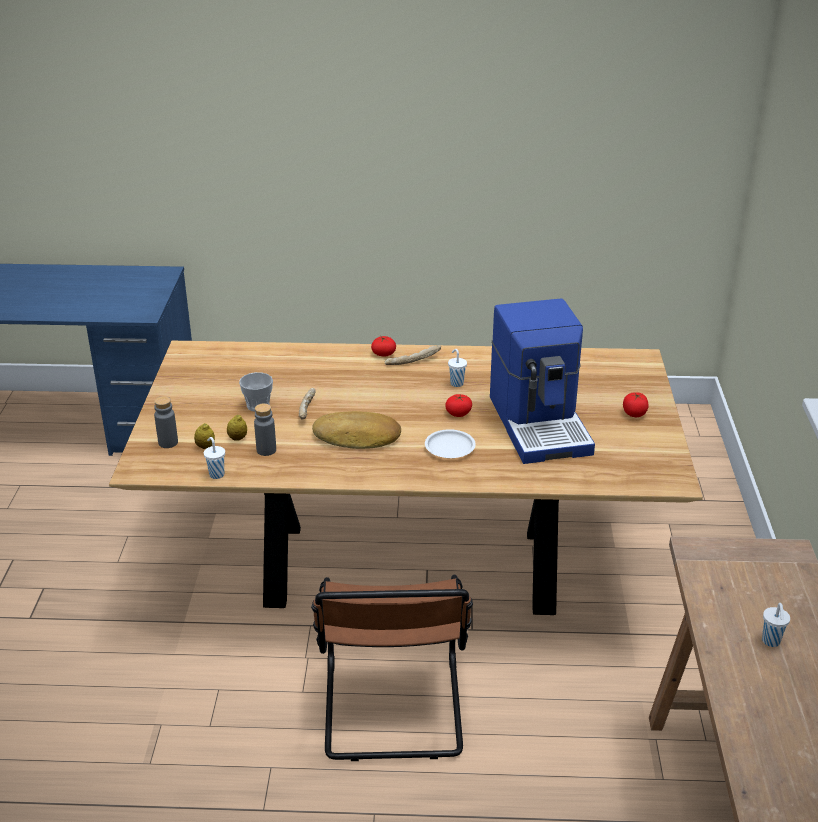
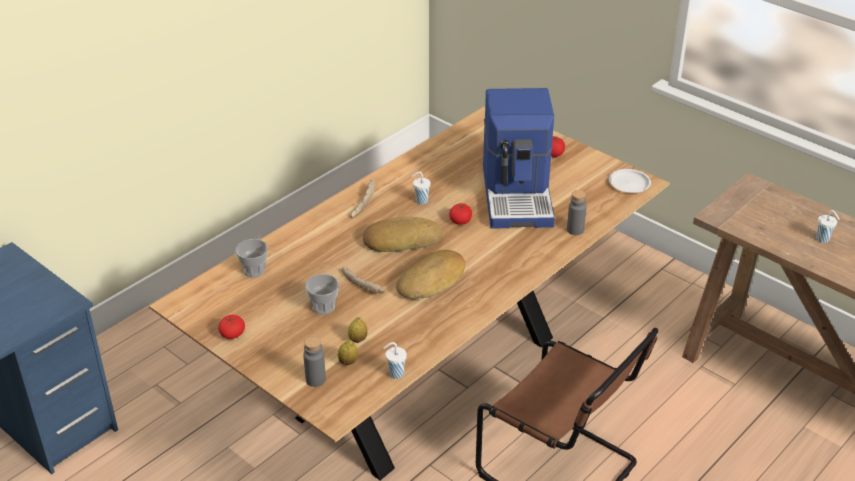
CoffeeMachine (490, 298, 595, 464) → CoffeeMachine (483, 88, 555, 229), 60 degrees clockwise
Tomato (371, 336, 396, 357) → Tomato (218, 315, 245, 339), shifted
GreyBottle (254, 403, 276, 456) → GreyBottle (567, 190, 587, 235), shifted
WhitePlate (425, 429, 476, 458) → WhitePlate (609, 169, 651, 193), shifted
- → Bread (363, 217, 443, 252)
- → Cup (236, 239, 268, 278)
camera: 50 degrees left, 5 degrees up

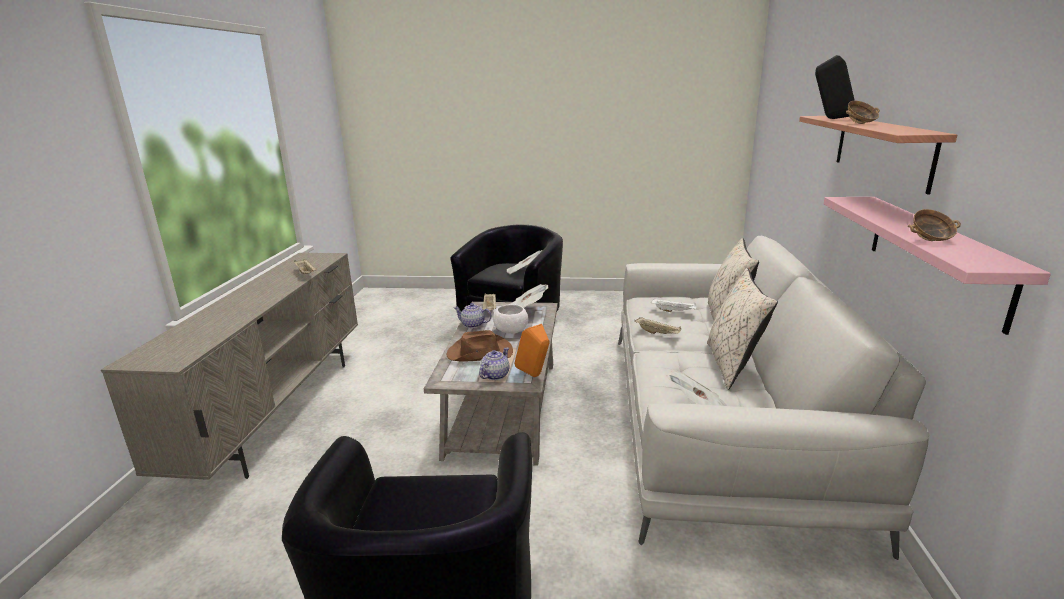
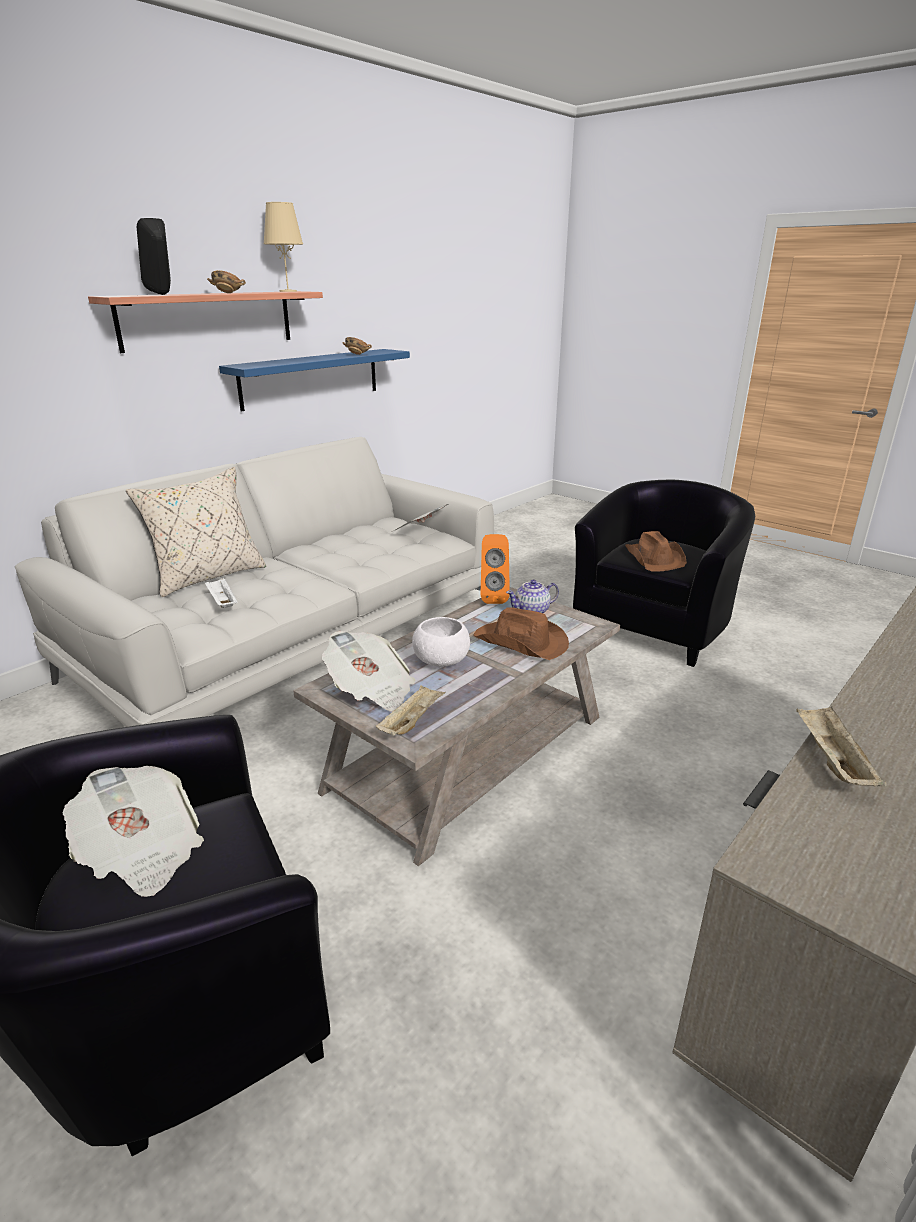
PinkShelf (824, 197, 1051, 335) → BlueShelf (219, 349, 410, 412)
BeigePillow (707, 268, 778, 390) → -
Teapot (454, 303, 492, 328) → -
BeigeTray (634, 317, 681, 334) → -
- → BeigeTableLamp (263, 202, 303, 292)
- → BrownHat (625, 531, 687, 572)
camera: 145 degrees left, 5 degrees up

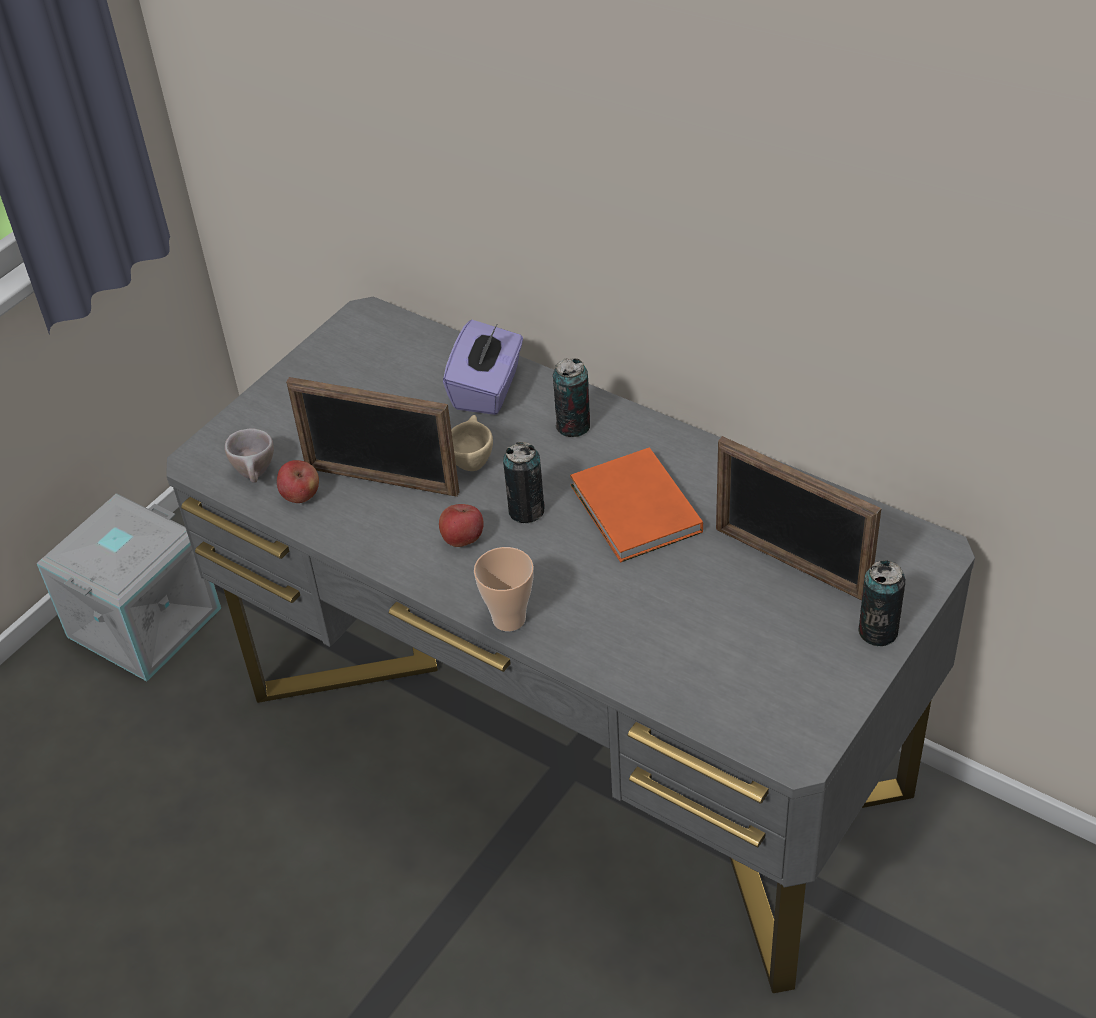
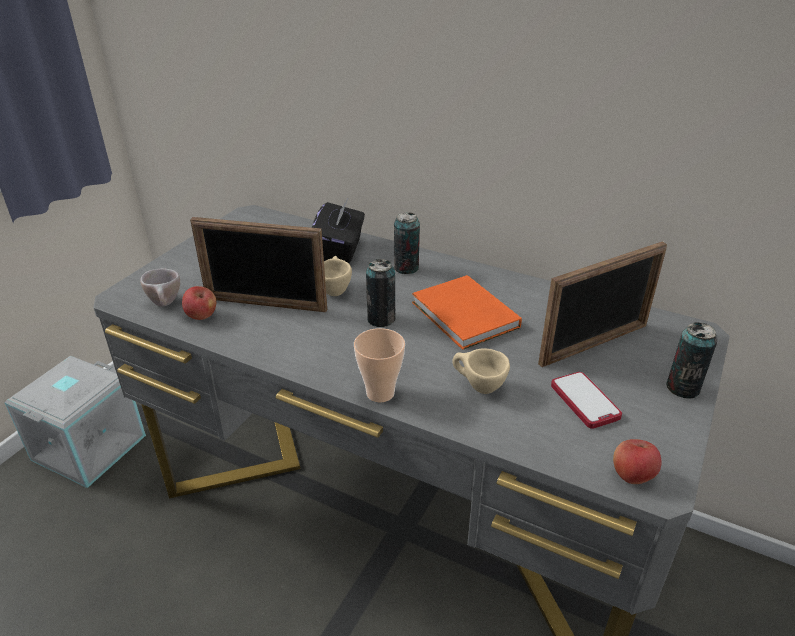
PurpleTissueBox (443, 320, 523, 415) → BlackTissueBox (312, 197, 365, 263)
PictureFrame (716, 436, 881, 600) → PictureFrame (538, 241, 667, 367), 60 degrees counterclockwise
Apple (439, 504, 484, 547) → Apple (613, 439, 662, 484), shifted
- → BeigeCup (452, 348, 510, 394)
- → Phone (551, 372, 622, 429)
camera: 10 degrees left, 10 degrees down

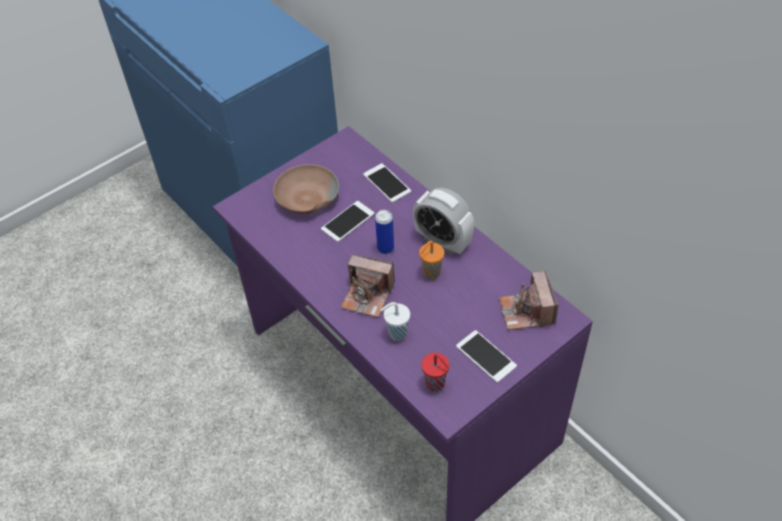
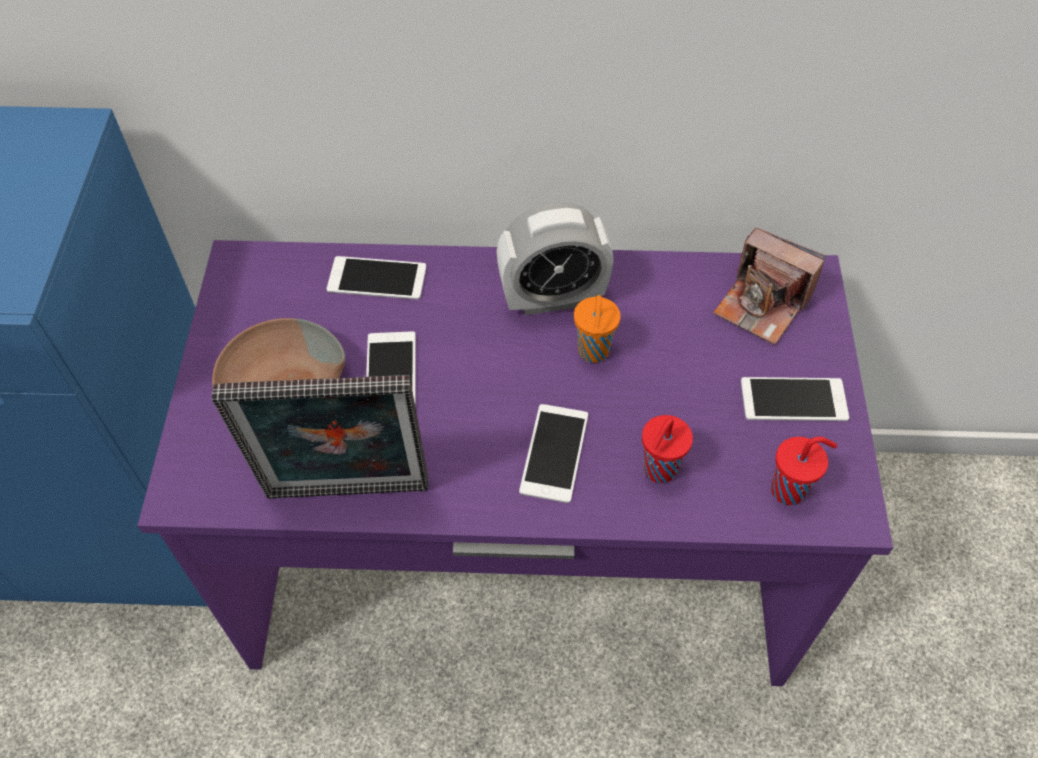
Can (375, 210, 394, 254) → -
PhotoCamera (341, 255, 395, 318) → Phone (519, 404, 588, 503)
WhiteCup (381, 302, 410, 341) → RedCup (642, 415, 693, 483)
- → PictureFrame (212, 375, 429, 499)
camera: 50 degrees left, 5 degrees up

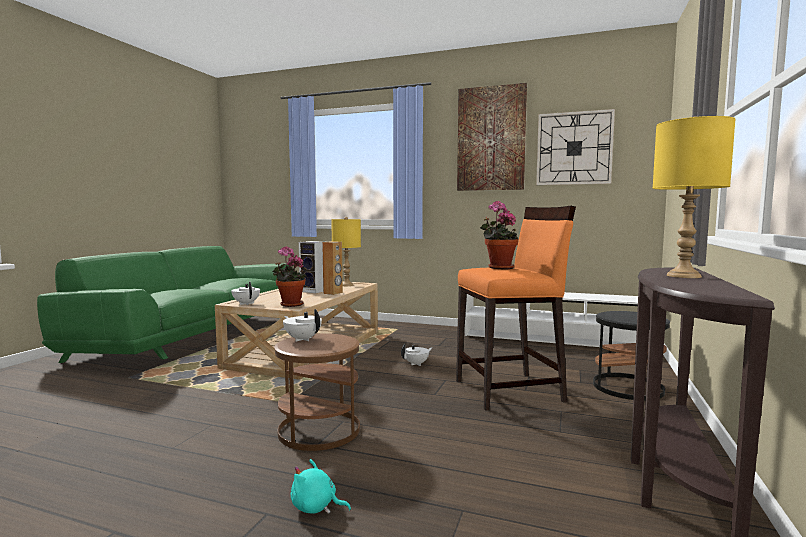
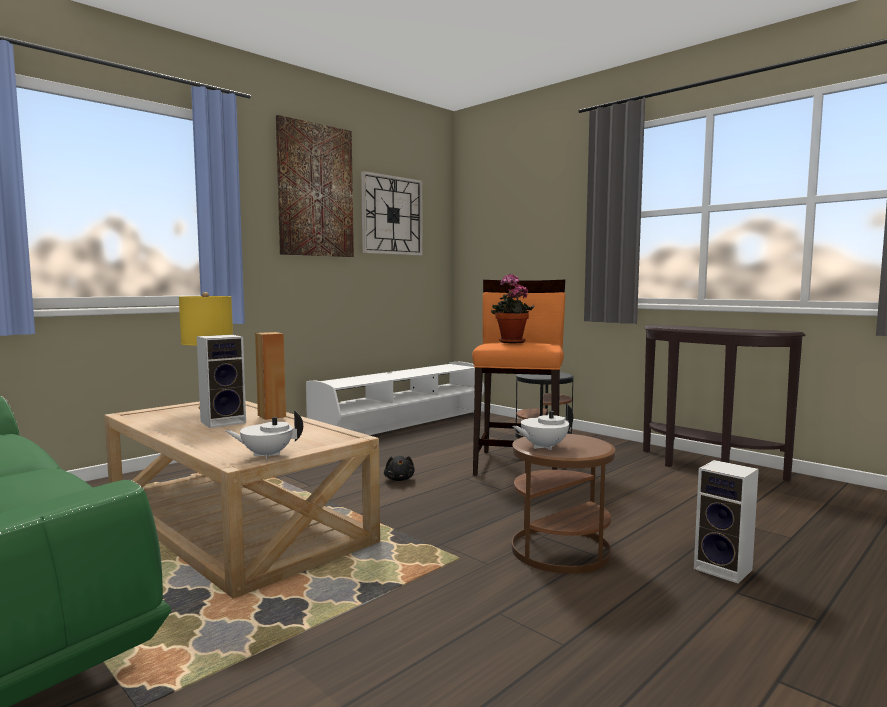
YellowTableLamp (652, 116, 736, 278) → -
PottedPlant (272, 246, 307, 307) → -
WhiteTeapot (401, 344, 433, 366) → BlackPlushToy (384, 456, 415, 481)
TurquoisePlushToy (291, 459, 351, 514) → Speaker (694, 460, 759, 584)
camera: 65 degrees left, 0 degrees up

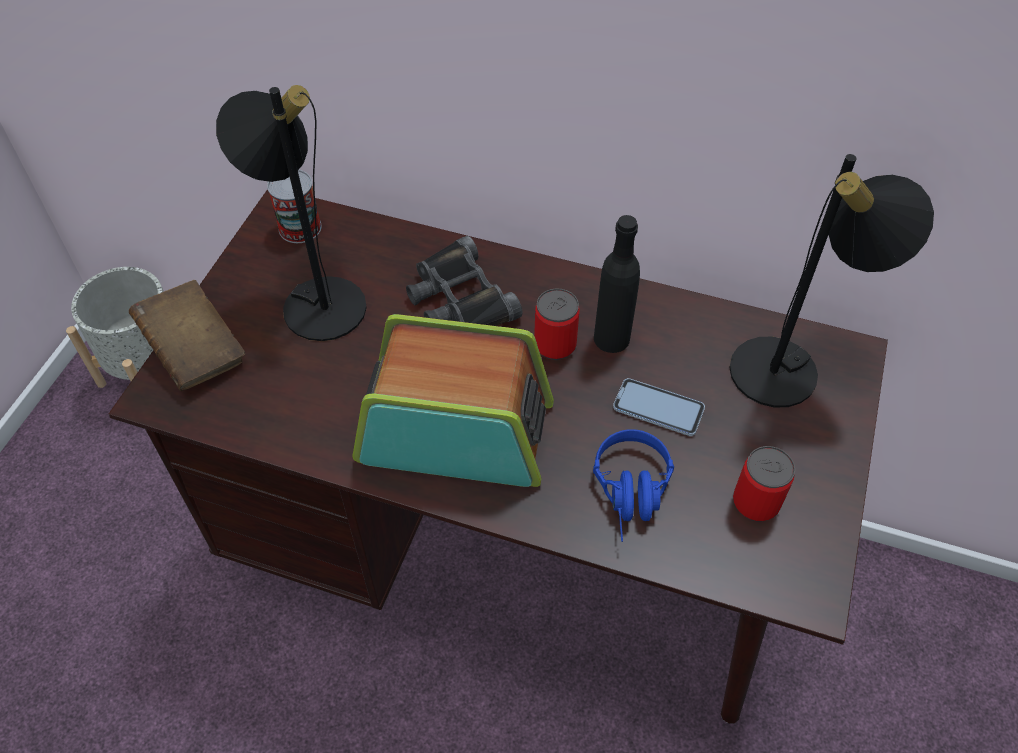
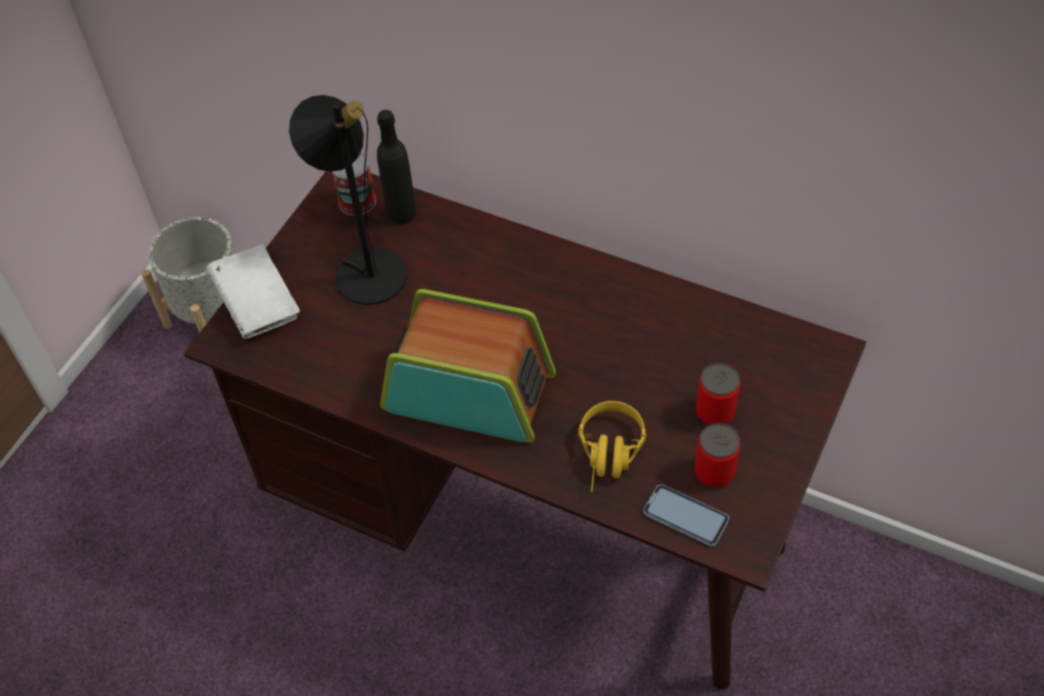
BlackTableLamp (729, 154, 934, 407) → -
BlackBottle (594, 215, 640, 353) → BlackBottle (377, 110, 416, 224), shifted
BlackBinoculars (406, 236, 523, 326) → -
BrownBook (129, 280, 246, 391) → WhiteBook (206, 245, 300, 339)
Can (534, 288, 580, 360) → Can (696, 363, 740, 425), shifted
Phone (613, 378, 705, 436) → Phone (643, 484, 729, 546), shifted
BlueHeadphones (593, 429, 674, 542) → YellowHeadphones (578, 401, 646, 492)
camera: 10 degrees right, 0 degrees up

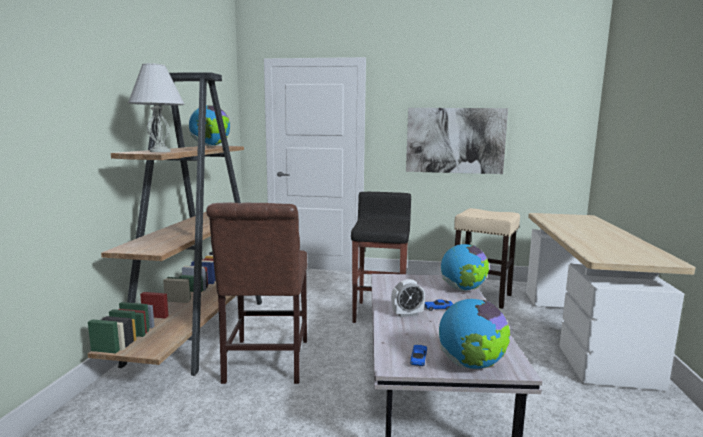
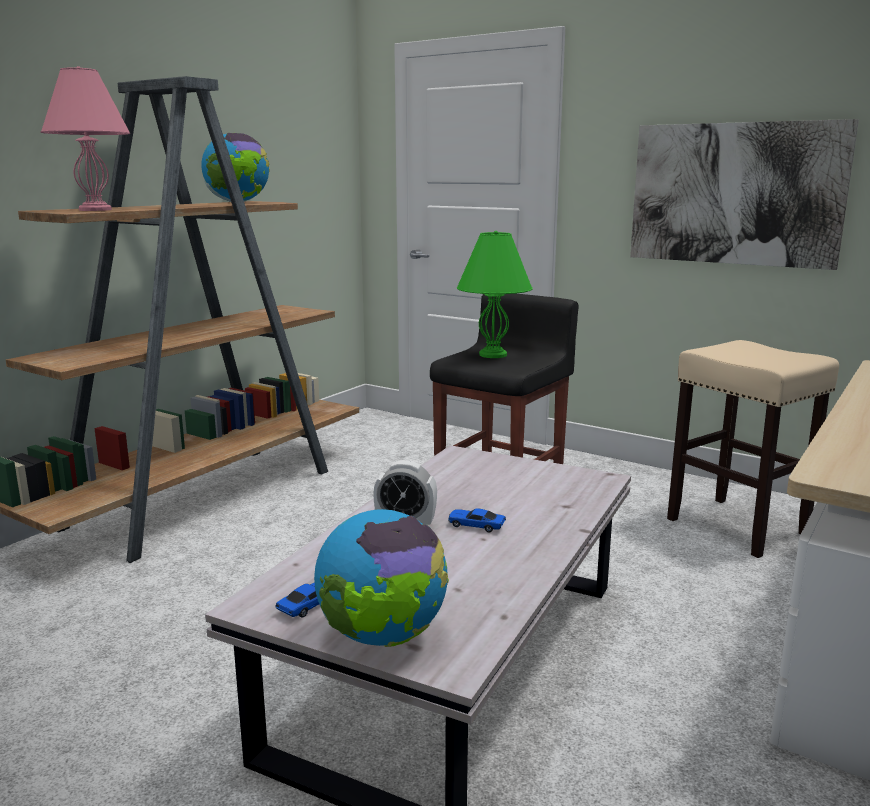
WhiteTableLamp (128, 63, 185, 152) → PinkTableLamp (40, 66, 130, 211)
BrownChair (206, 202, 307, 384) → -
Globe (441, 244, 489, 291) → -
- → GreenTableLamp (457, 231, 533, 358)
camera: 25 degrees right, 5 degrees up

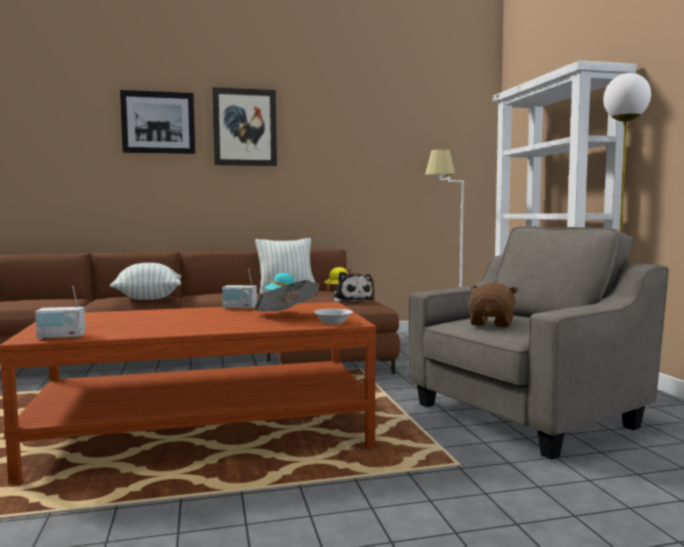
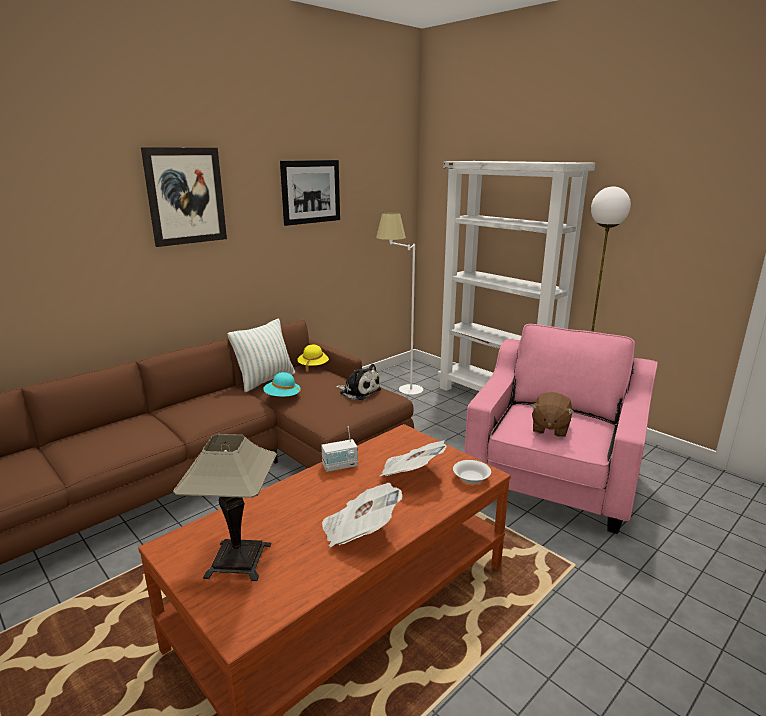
Picture (120, 90, 195, 154) → Picture (280, 160, 340, 226), shifted
GreyArmchair (409, 226, 669, 460) → PinkArmchair (464, 324, 658, 534)
Pillow (110, 263, 181, 300) → -
BrownPlushToy (468, 282, 519, 327) → BrownPlushToy (531, 392, 574, 437), 150 degrees counterclockwise
Radio (35, 286, 86, 340) → -
- → TableLamp (173, 434, 277, 581)
- → Newspaper (322, 483, 402, 547)
camera: 30 degrees left, 15 degrees up

